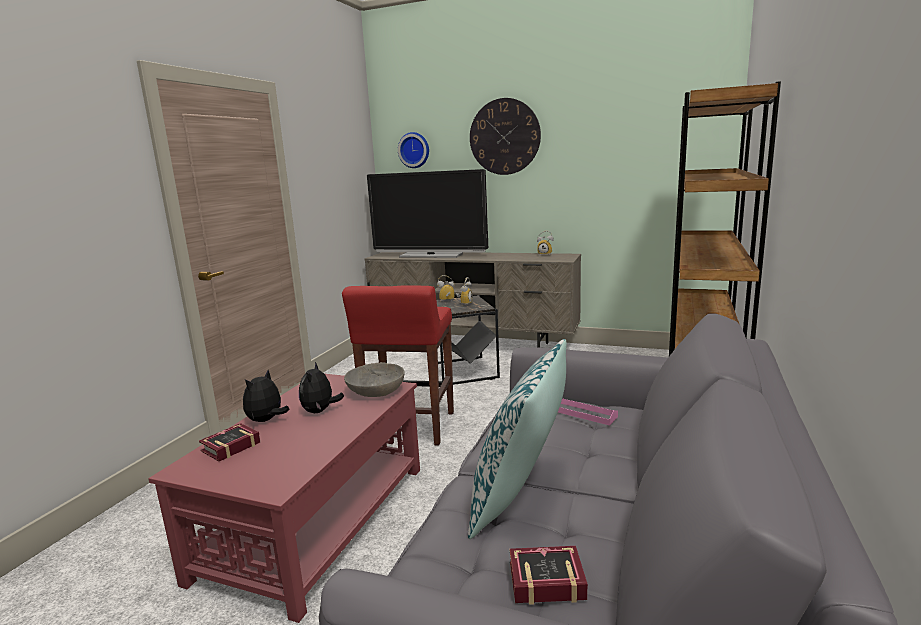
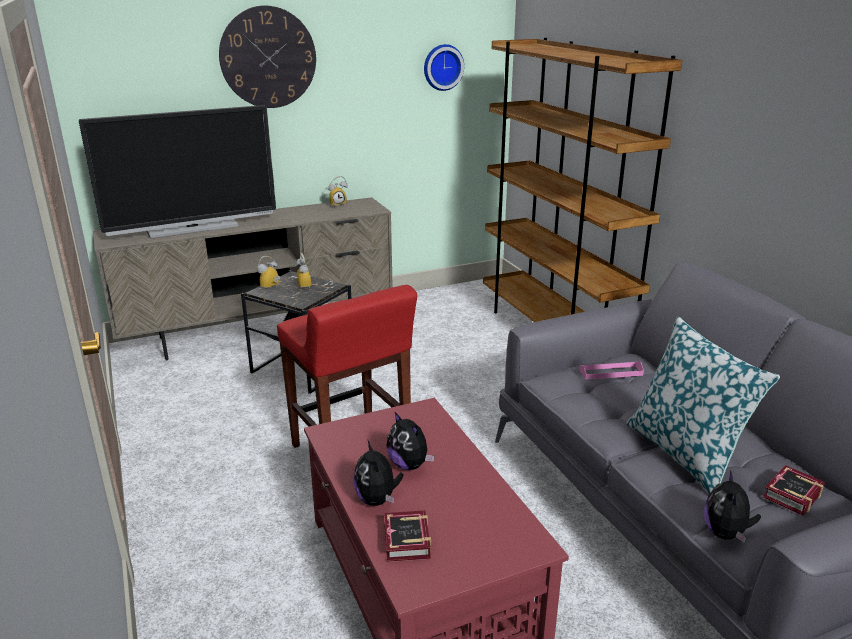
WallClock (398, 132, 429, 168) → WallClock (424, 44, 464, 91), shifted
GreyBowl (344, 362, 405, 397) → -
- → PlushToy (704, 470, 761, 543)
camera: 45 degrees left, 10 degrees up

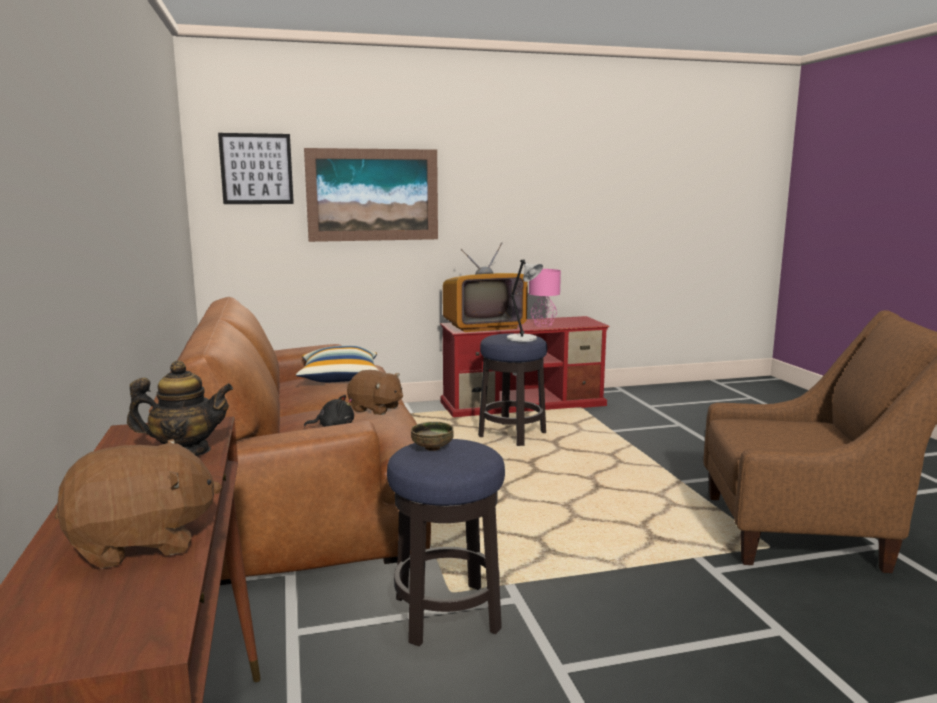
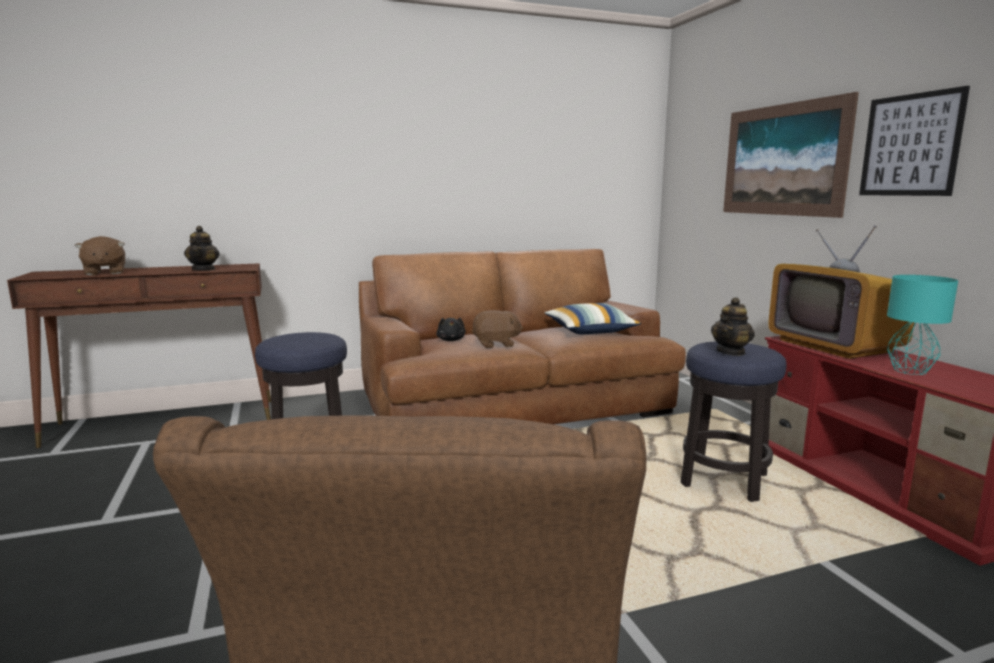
Picture (218, 133, 294, 204) → Picture (859, 86, 970, 196), shifted
GreyTableLamp (507, 259, 543, 342) → Teapot (711, 297, 755, 356)
PinkTableLamp (529, 269, 561, 327) → TurquoiseTableLamp (887, 275, 958, 375)
BrownPlushToy (347, 370, 403, 415) → BrownPlushToy (472, 310, 523, 348), 120 degrees counterclockwise
Bowl (411, 422, 454, 451) → -
camera: 85 degrees right, 0 degrees up

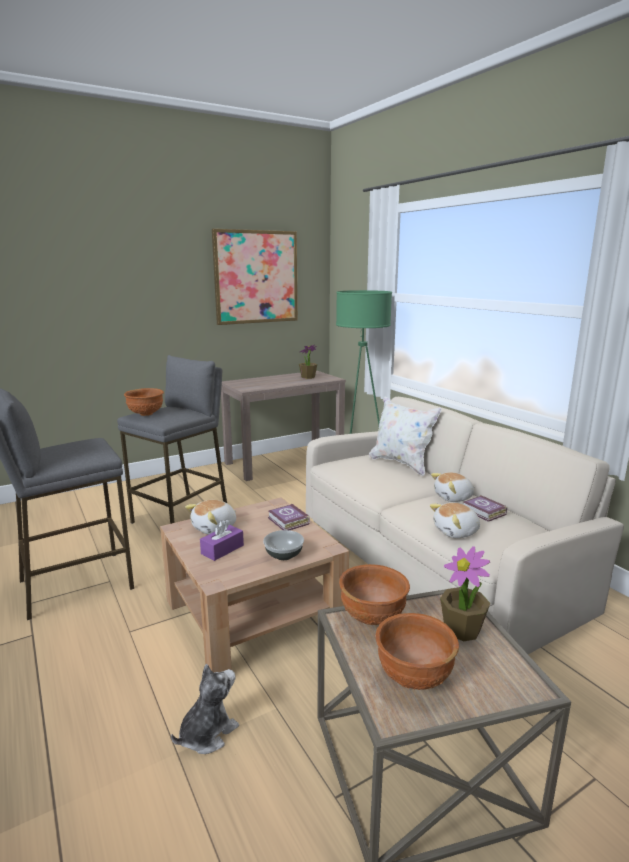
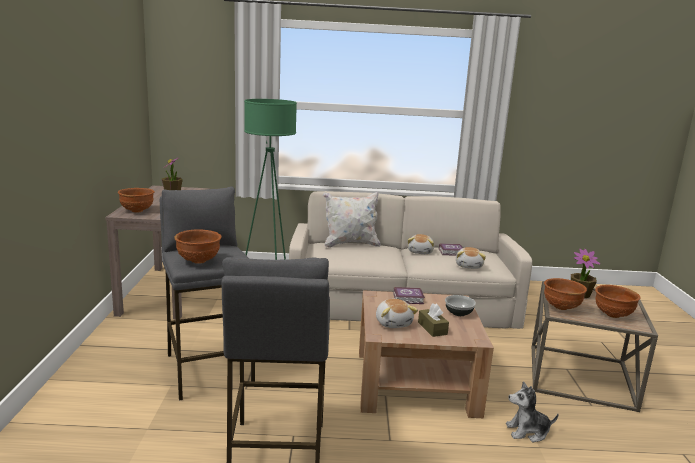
Picture (212, 229, 298, 325) → -
PurpleTissueBox (200, 520, 244, 561) → BrownTissueBox (418, 303, 449, 337)
PlushToy (171, 664, 239, 754) → PlushToy (506, 381, 559, 442), 75 degrees counterclockwise
- → BrownBowl (118, 188, 154, 212)
camera: 60 degrees left, 0 degrees up

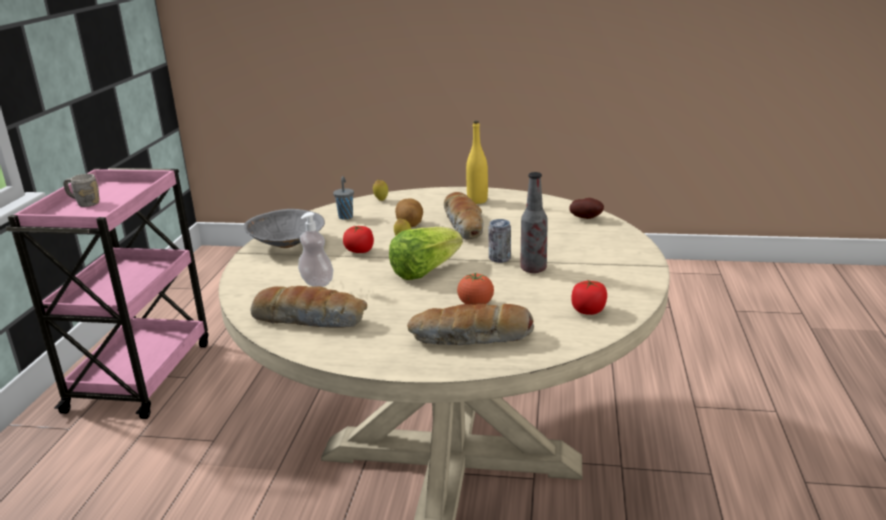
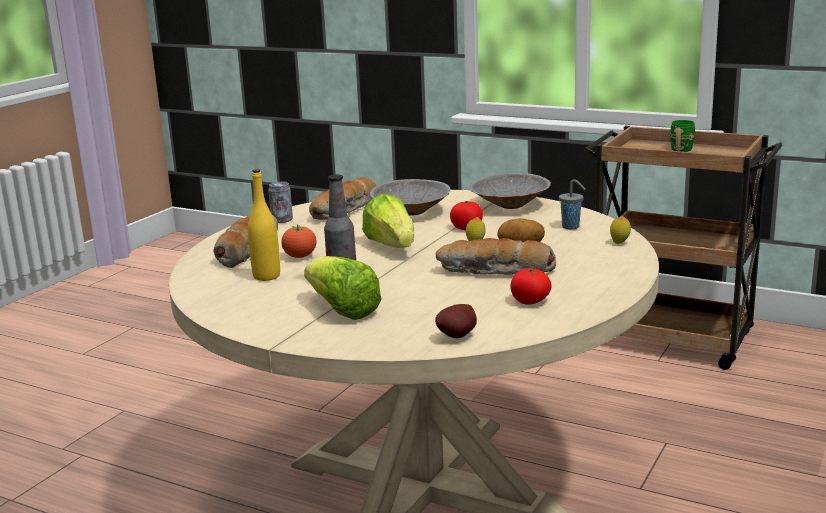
YellowBottle (466, 121, 488, 204) → YellowBottle (248, 169, 280, 281), shifted
PinkCart (6, 168, 209, 419) → BrownCart (584, 126, 782, 370)
GreyMug (63, 174, 99, 207) → GreenMug (670, 120, 695, 152)
SoapDispenser (298, 212, 333, 287) → GreyBowl (370, 179, 450, 216)
Can (488, 219, 511, 263) → Can (268, 182, 293, 223), shifted
Tomato (571, 279, 607, 315) → Tomato (511, 268, 552, 305), shifted
- → Lettuce (304, 256, 381, 320)
camera: 110 degrees right, 5 degrees down

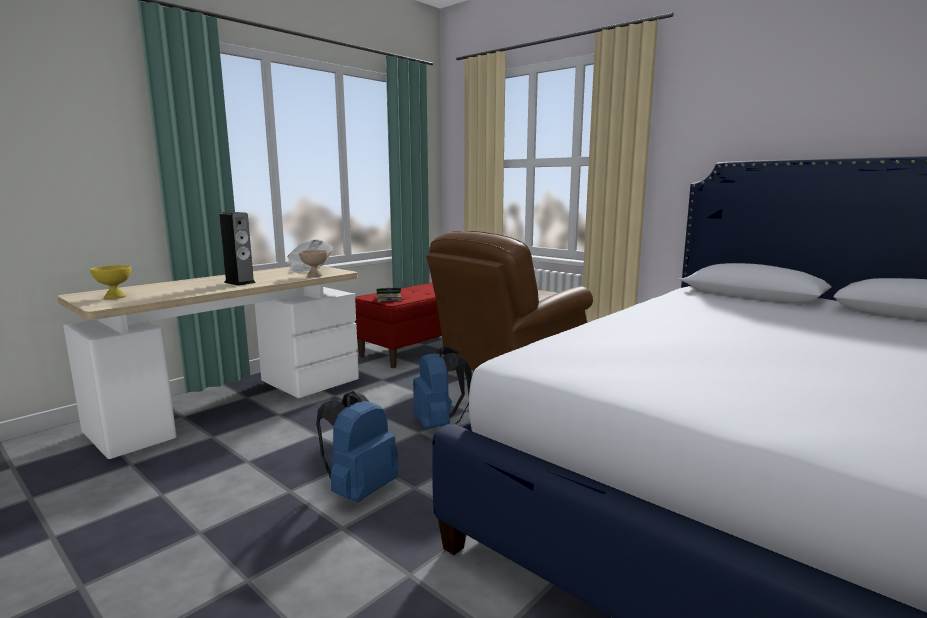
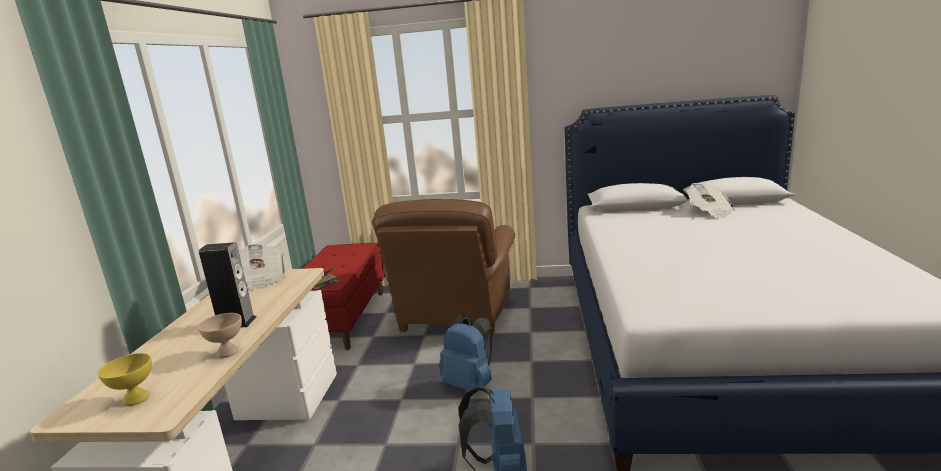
BeigeBowl (299, 250, 328, 277) → BeigeBowl (198, 313, 242, 358), shifted
- → Newspaper (687, 183, 735, 218)
camera: 35 degrees left, 5 degrees up

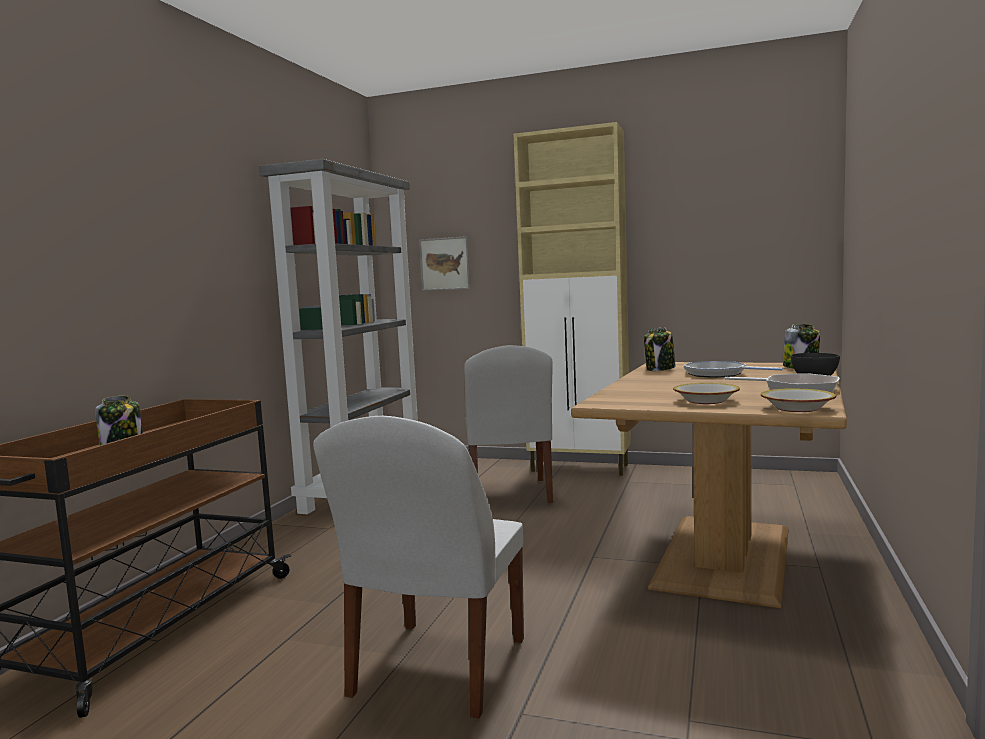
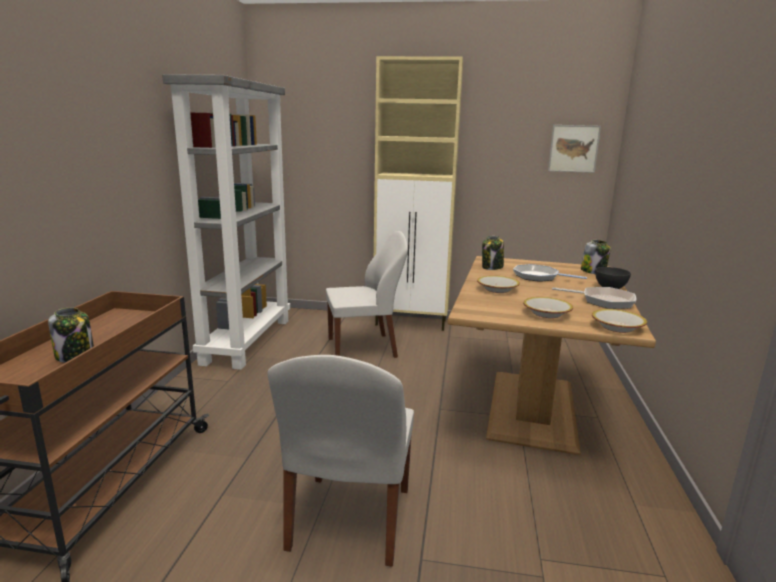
Picture (419, 236, 470, 291) → Picture (548, 125, 601, 173), shifted
WhiteChair (464, 345, 553, 503) → WhiteChair (326, 231, 408, 358), 90 degrees counterclockwise
- → Bowl (477, 275, 520, 293)
camera: 10 degrees left, 10 degrees up

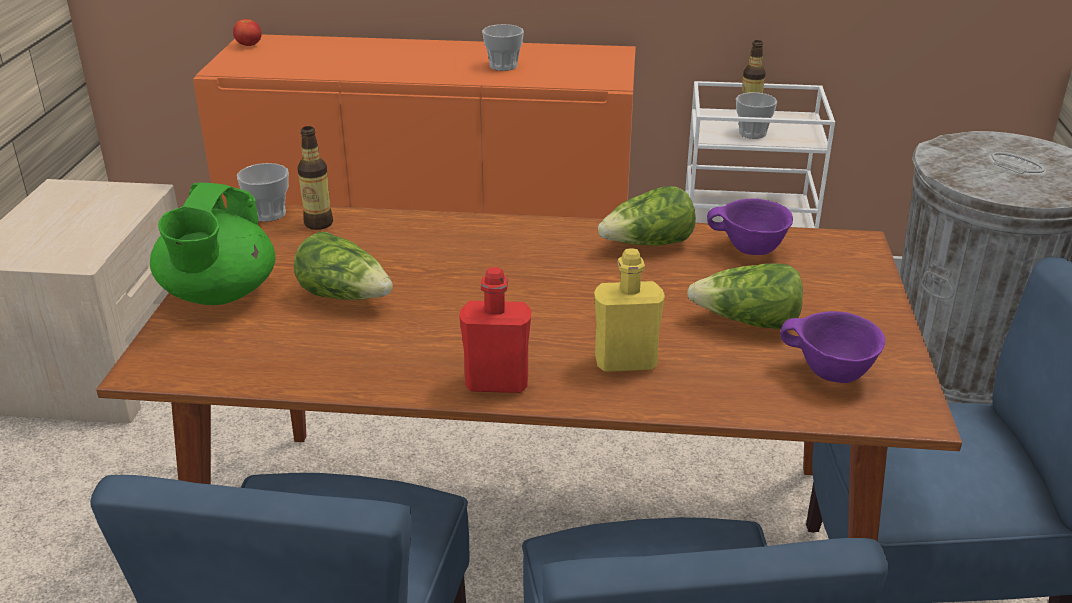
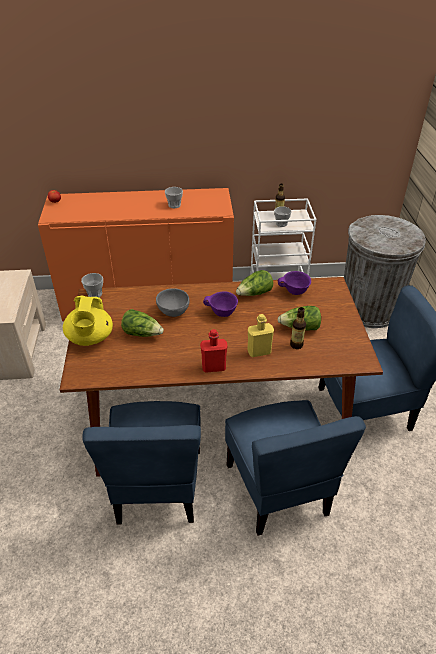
Bottle (297, 126, 333, 230) → Bottle (290, 307, 306, 349), shifted
GreenTeapot (150, 183, 276, 305) → YellowTeapot (63, 296, 113, 346)
PurpleBowl (780, 311, 885, 383) → PurpleBowl (203, 291, 238, 317), shifted
- → GreyBowl (156, 288, 189, 317)
camera: 10 degrees left, 10 degrees up

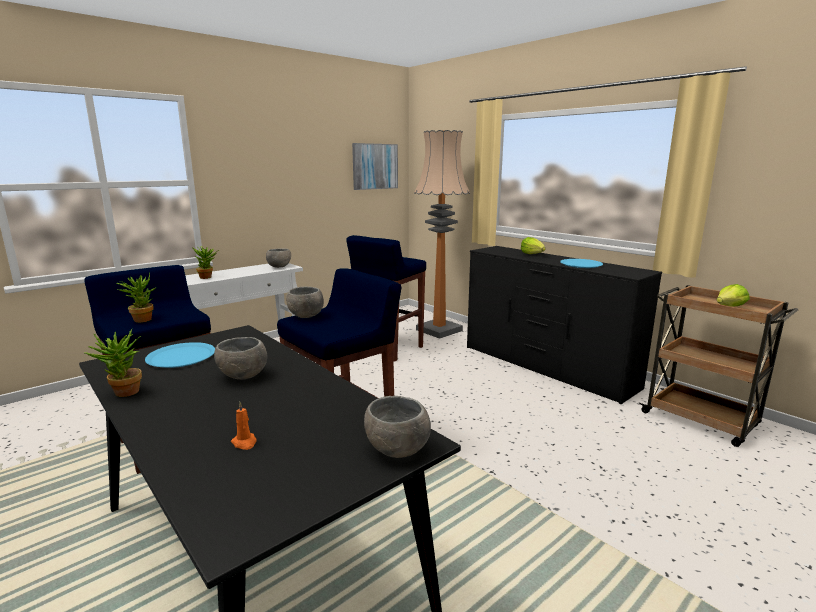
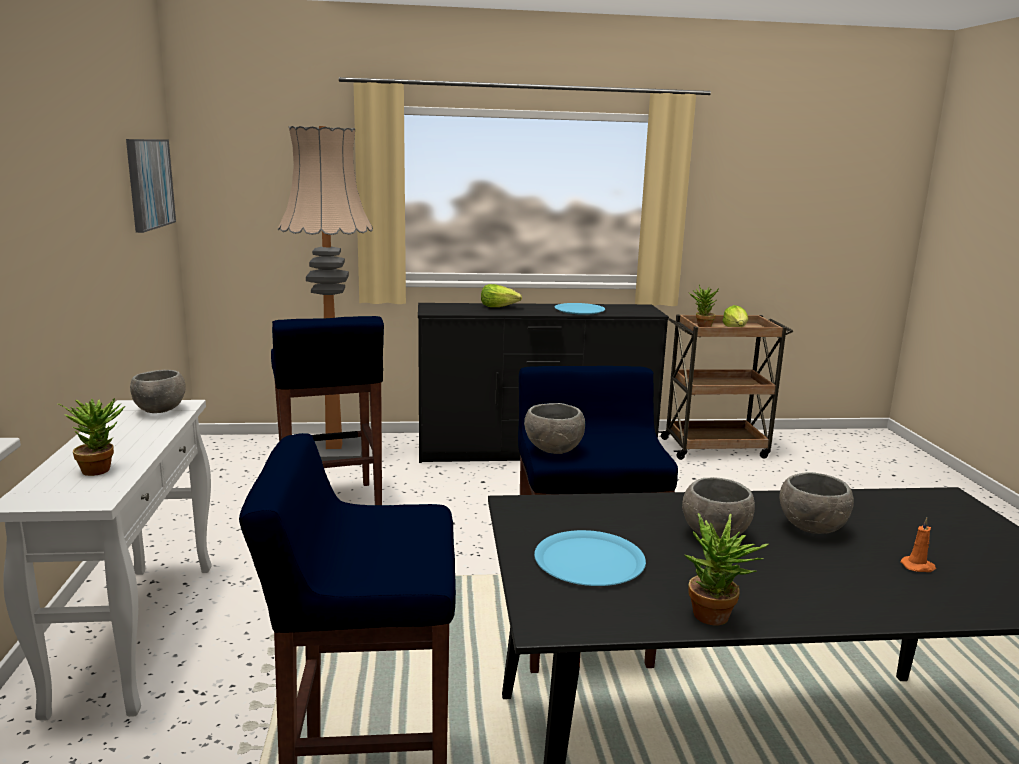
PottedPlant (116, 272, 156, 323) → PottedPlant (689, 285, 719, 327), shifted
GreyBowl (364, 396, 431, 458) → GreyBowl (779, 472, 854, 534), shifted
camera: 55 degrees left, 0 degrees up

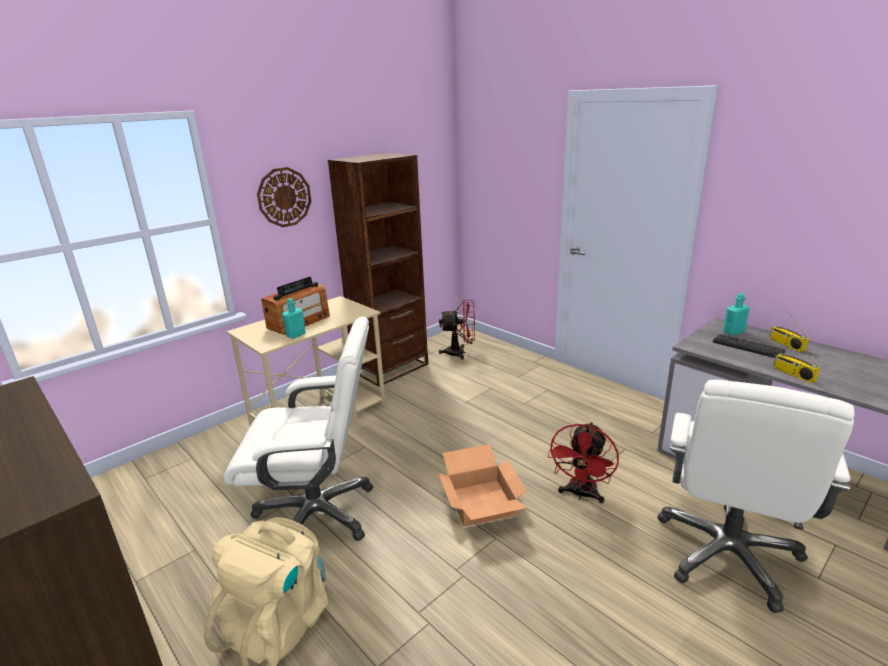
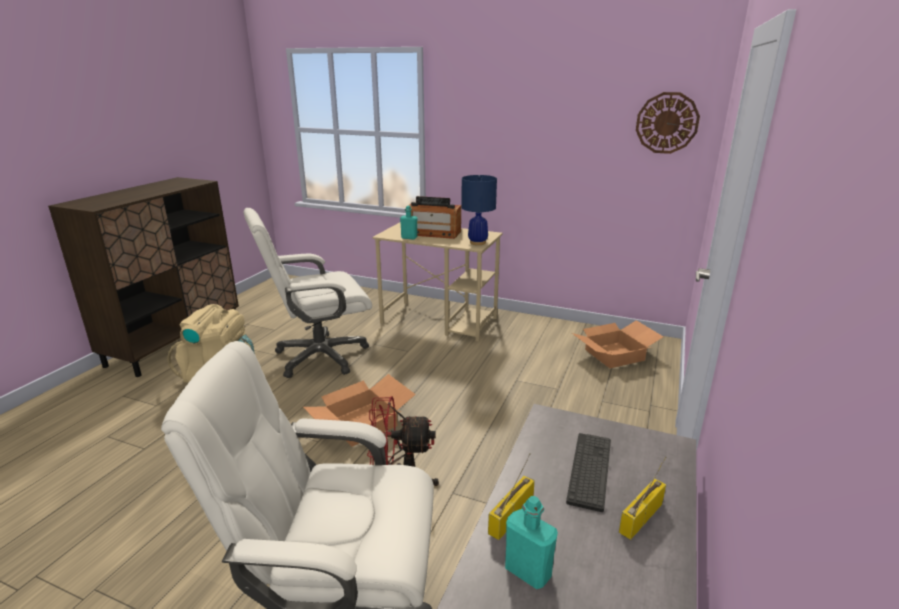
BrownBookcase (328, 153, 428, 387) → -
WallClock (257, 167, 311, 227) → WallClock (636, 92, 700, 154), shifted
TurquoiseBottle (723, 293, 750, 336) → TurquoiseBottle (505, 496, 558, 589), shifted
RedFan (439, 300, 475, 360) → CardboardBox (572, 320, 663, 368)
WhiteOfficeChair (224, 317, 373, 541) → WhiteOfficeChair (243, 208, 372, 378), 90 degrees clockwise
- → BlueTableLamp (461, 175, 497, 245)
camera: 65 degrees right, 0 degrees up

